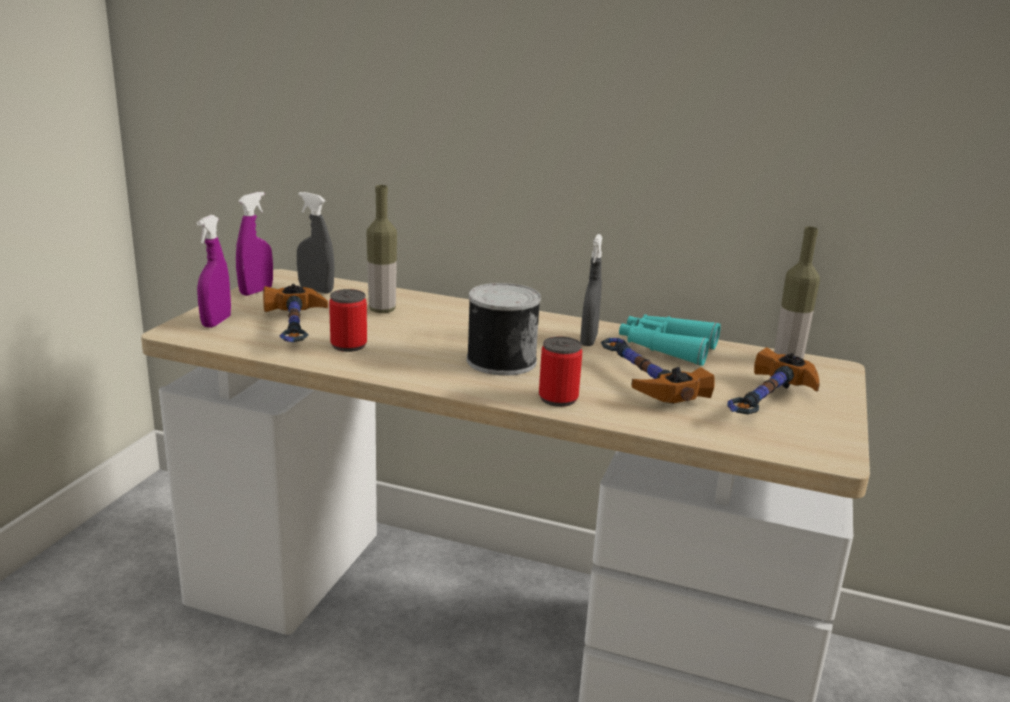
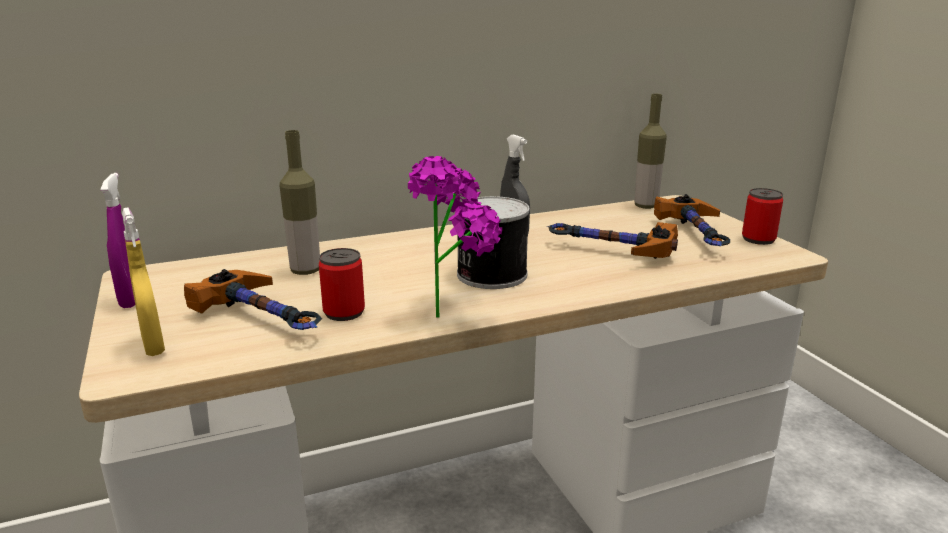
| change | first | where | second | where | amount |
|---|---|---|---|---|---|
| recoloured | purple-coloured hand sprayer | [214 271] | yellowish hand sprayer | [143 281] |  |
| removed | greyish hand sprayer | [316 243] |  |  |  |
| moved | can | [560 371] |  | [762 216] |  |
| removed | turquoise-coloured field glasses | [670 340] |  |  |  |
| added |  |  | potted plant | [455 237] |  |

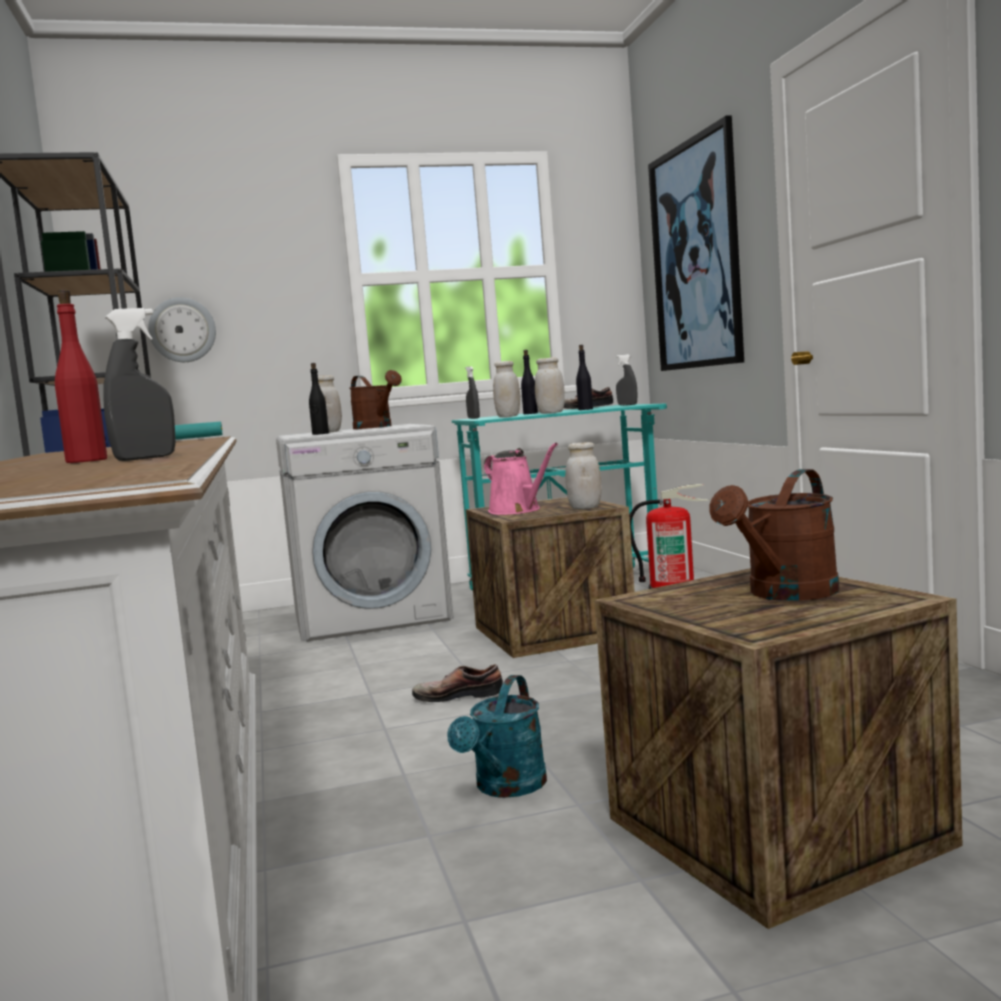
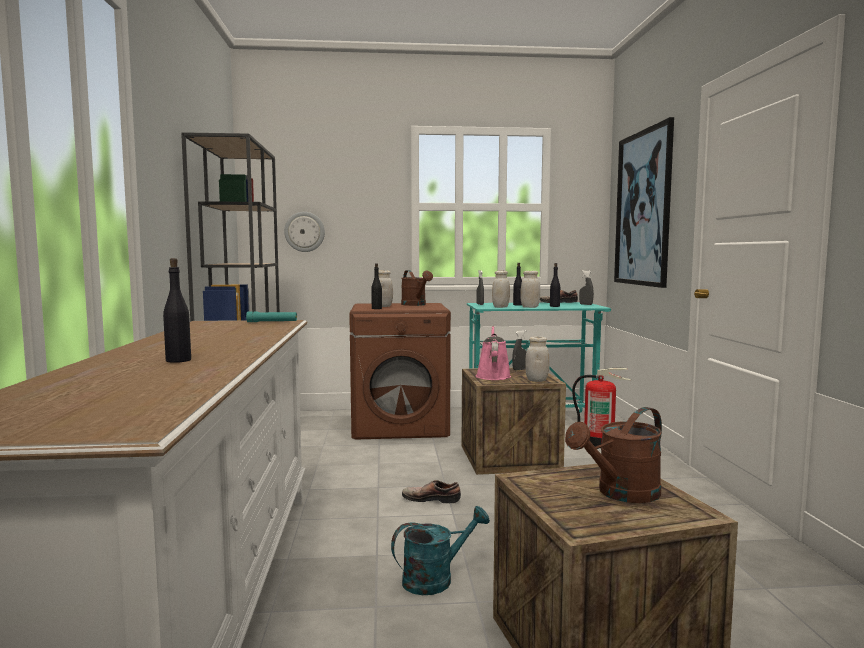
| change | first | where | second | where | amount |
|---|---|---|---|---|---|
| recoloured | reddish bottle | [81 376] | black-coloured bottle | [177 310] |  |
| moved | greyish hand sprayer | [139 384] |  | [519 350] |  |
| recoloured | white-coloured washing machine | [365 532] | brown washing machine | [400 371] |  |
| turned | turquoise-coloured sprinkling can | [497 736] |  | [440 550] | 150 degrees counterclockwise |
| turned | pinkish sprinkling can | [521 479] |  | [493 353] | 150 degrees counterclockwise |

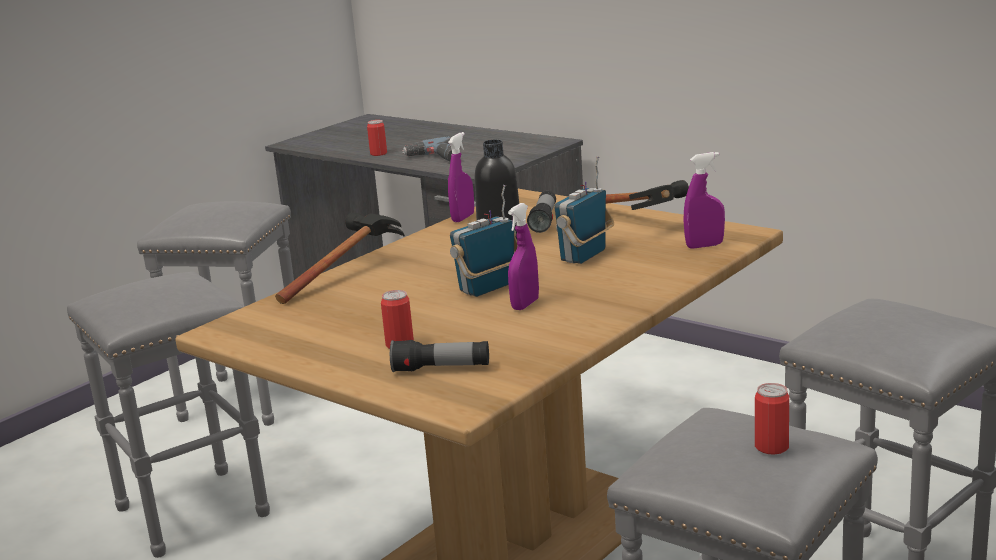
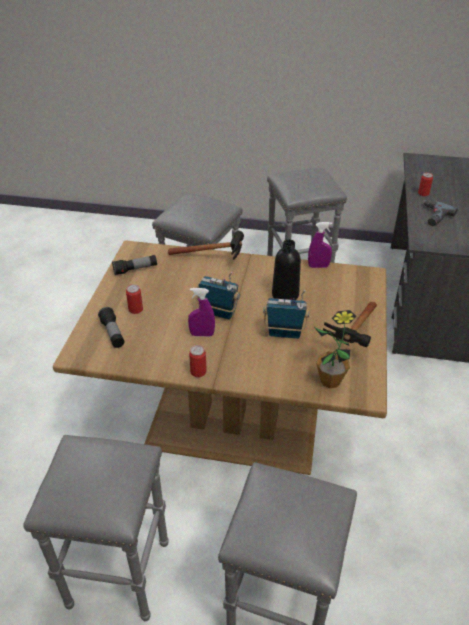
| change | first | where | second | where | amount |
|---|---|---|---|---|---|
| moved | flashlight | [541 212] |  | [134 265] |  |
| replaced | purple-coloured hand sprayer | [704 200] | potted plant | [334 349] |  |
| moved | can | [772 418] |  | [198 361] |  |

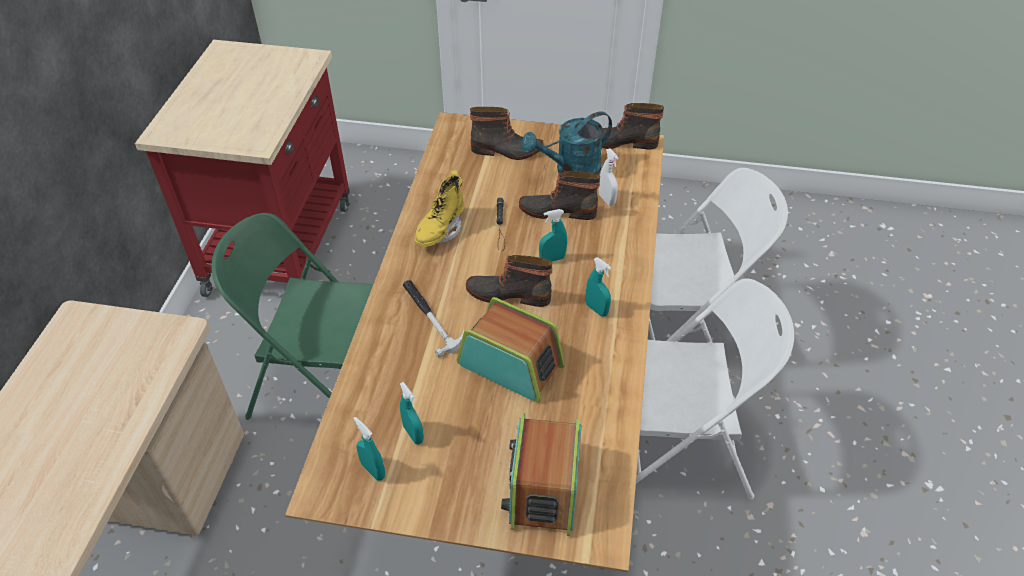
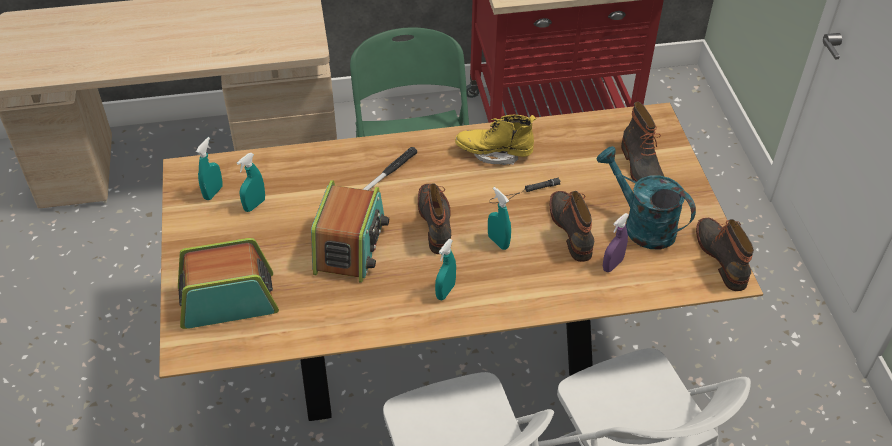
| change | first | where | second | where | amount |
|---|---|---|---|---|---|
| recoloured | white-coloured hand sprayer | [609 177] | purple-coloured hand sprayer | [616 242] |  |

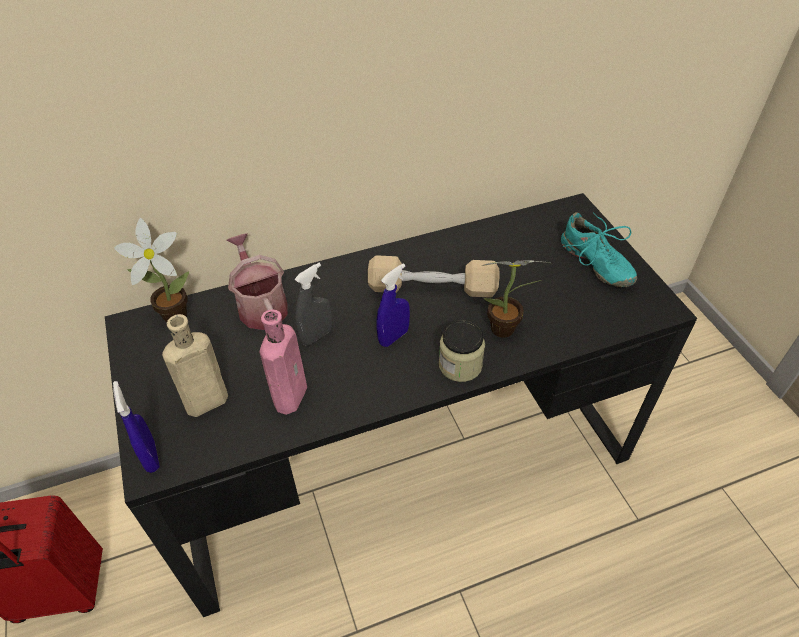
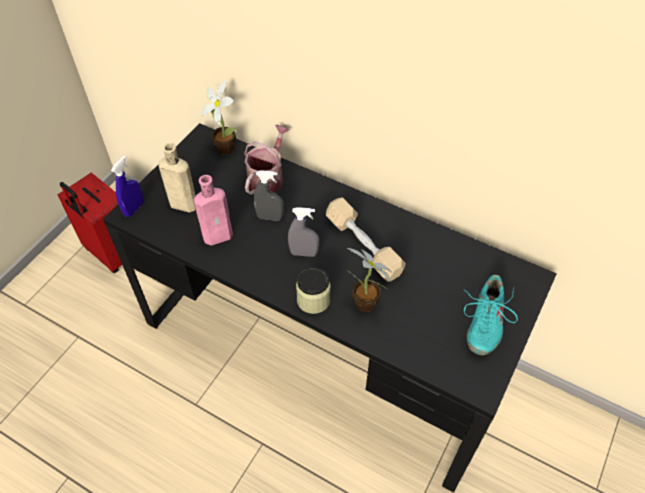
| change | first | where | second | where | amount |
|---|---|---|---|---|---|
| recoloured | blue-coloured hand sprayer | [393 305] | greyish hand sprayer | [303 232] |  |

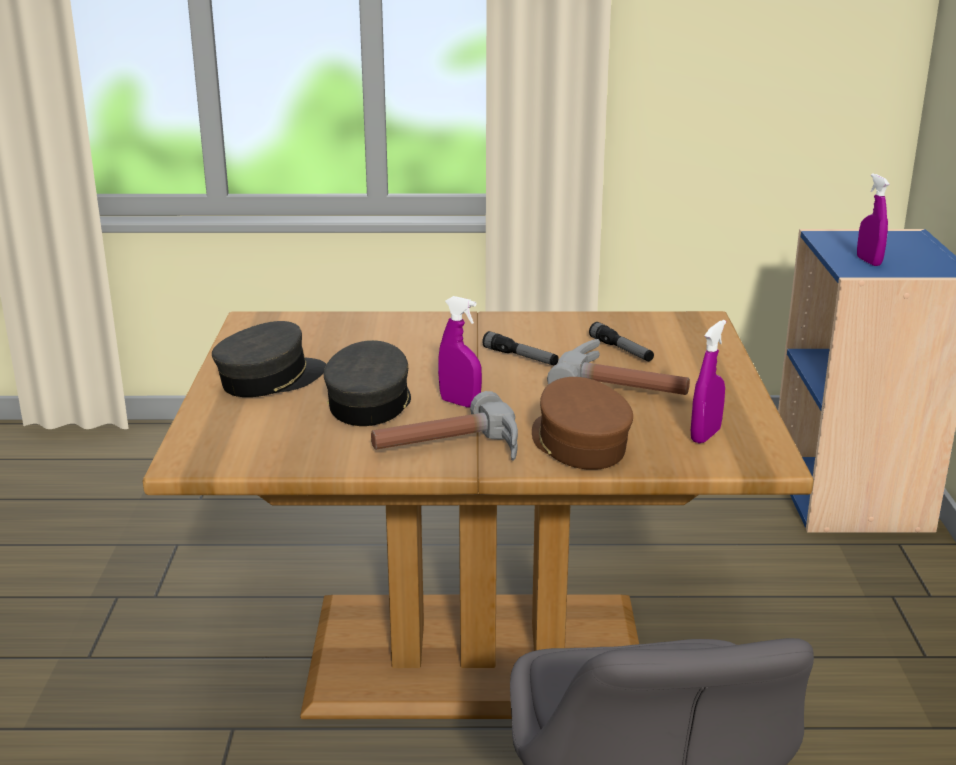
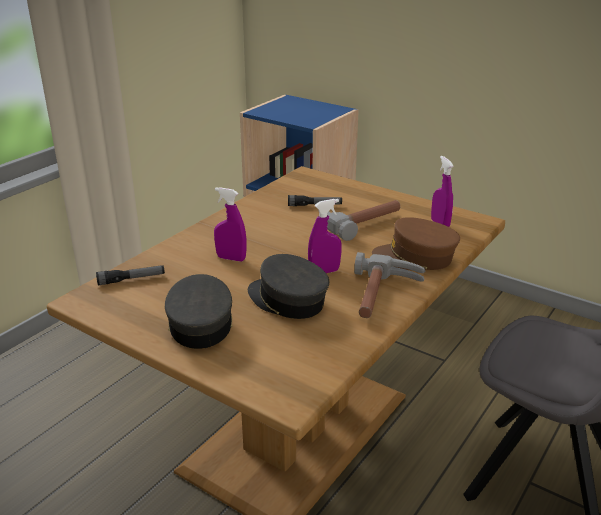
| change | first | where | second | where | amount |
|---|---|---|---|---|---|
| moved | flashlight | [520 348] |  | [130 275] |  |
| moved | purple-coloured hand sprayer | [873 220] |  | [230 224] |  |

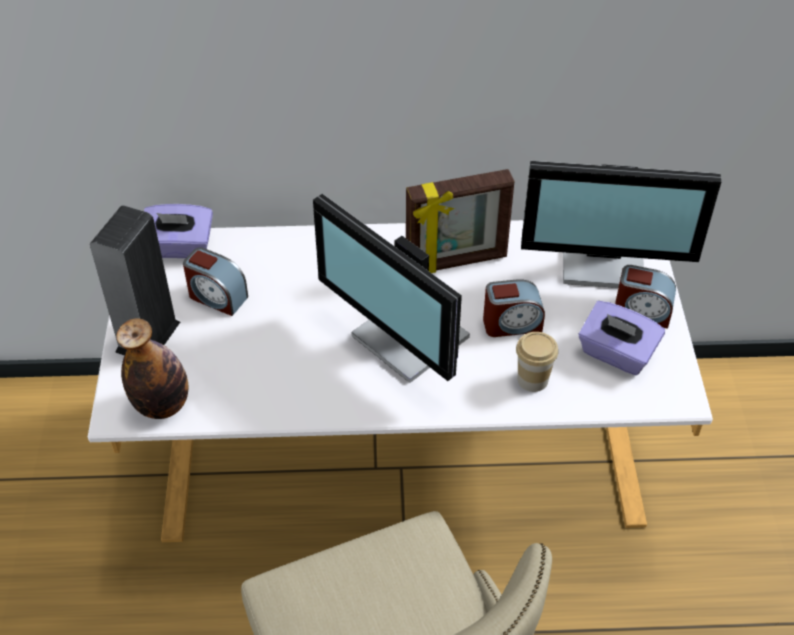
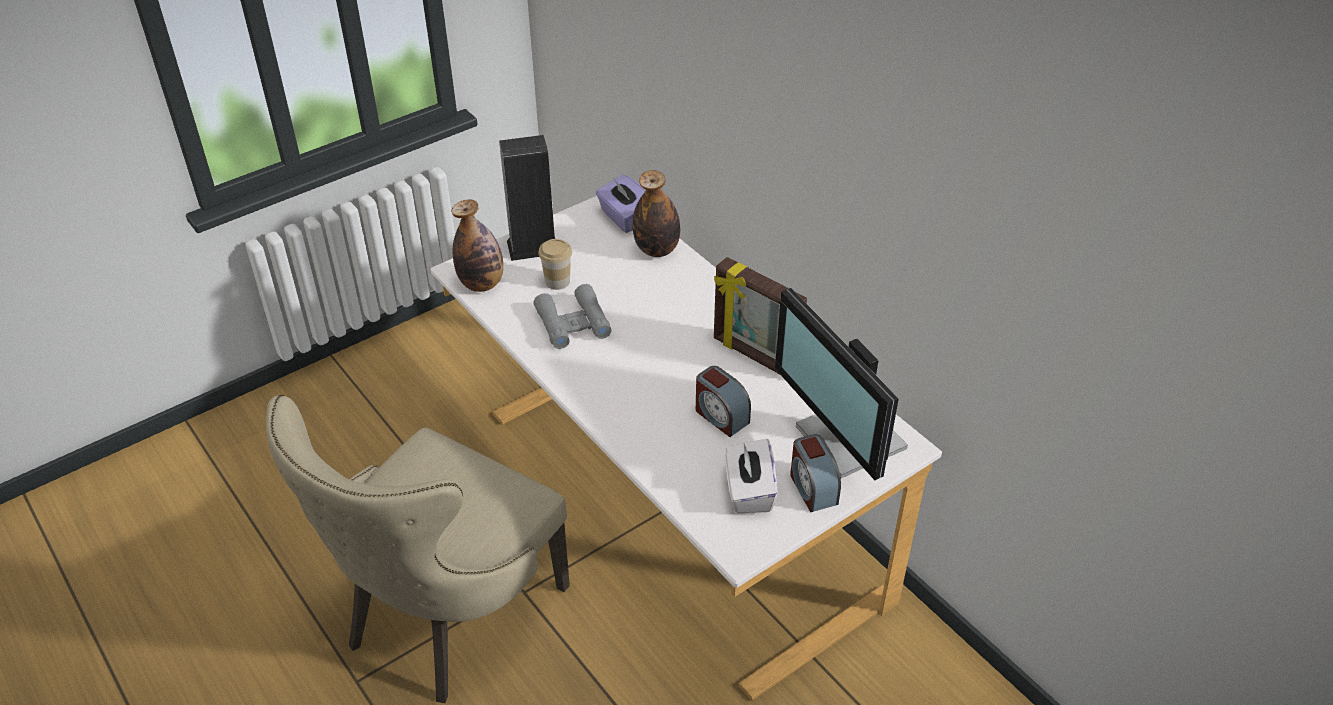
| change | first | where | second | where | amount |
|---|---|---|---|---|---|
| removed | alarm clock | [215 281] |  |  |  |
| removed | monitor | [391 288] |  |  |  |
| moved | cup | [537 362] |  | [555 264] |  |
| recoloured | purple-coloured tissue holder | [621 338] | white-coloured tissue holder | [751 476] |  |
| added |  |  | greyish field glasses | [572 316] |  |
| added |  |  | bottle | [656 213] |  |

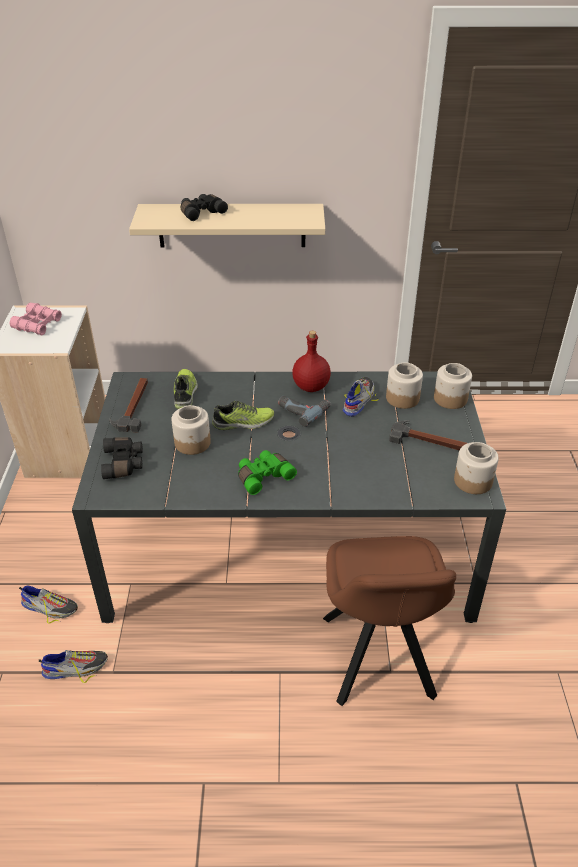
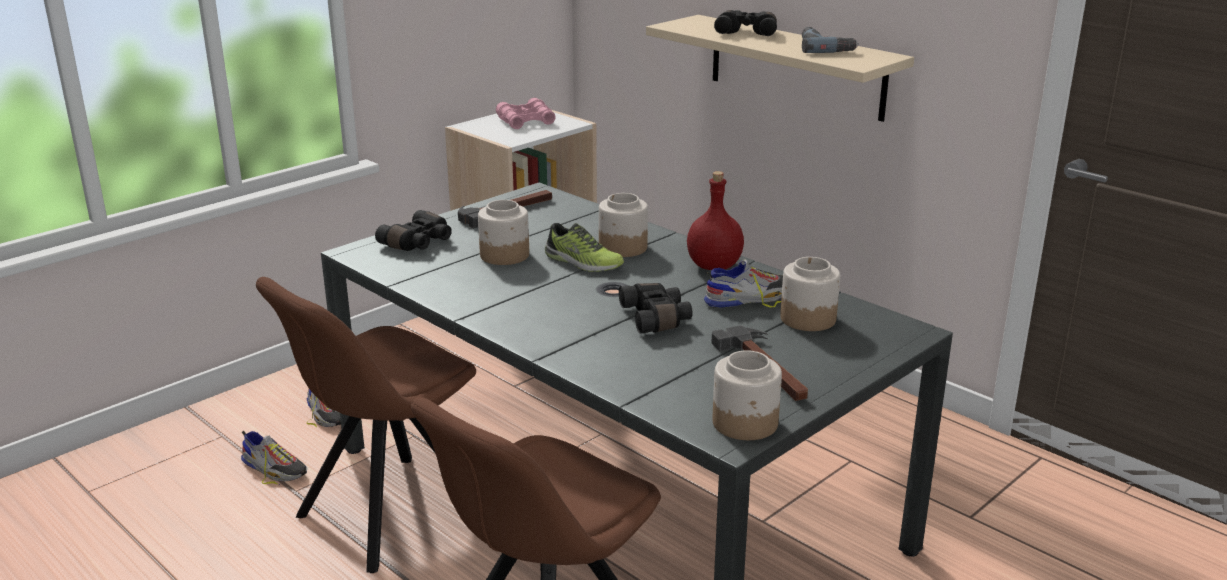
| change | first | where | second | where | amount |
|---|---|---|---|---|---|
| removed | item of footwear | [186 389] |  |  |  |
| removed | greenish field glasses | [267 472] |  |  |  |
| moved | electric drill | [304 411] |  | [830 40] |  |
| moved | preserve jar | [453 386] |  | [623 225] |  |
| added |  |  | brown plain chair | [366 425] |  |
| added |  |  | black-coloured field glasses | [656 308] |  |

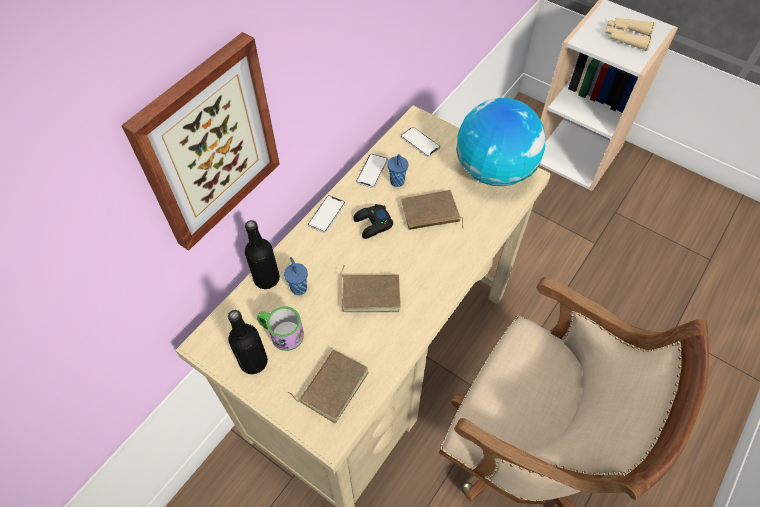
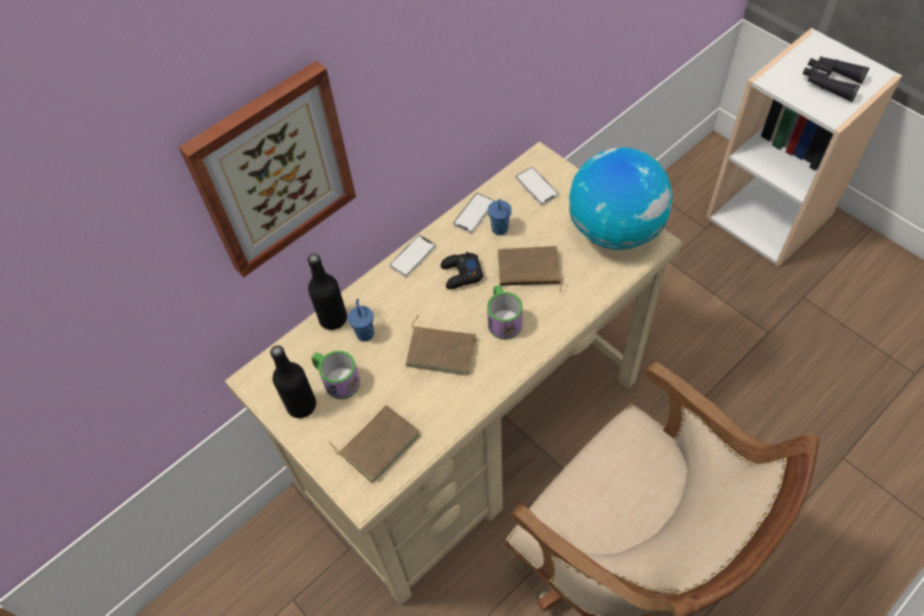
| change | first | where | second | where | amount |
|---|---|---|---|---|---|
| recoloured | beige field glasses | [630 34] | black-coloured field glasses | [835 79] |  |
| added |  |  | coffee mug | [505 312] |  |

